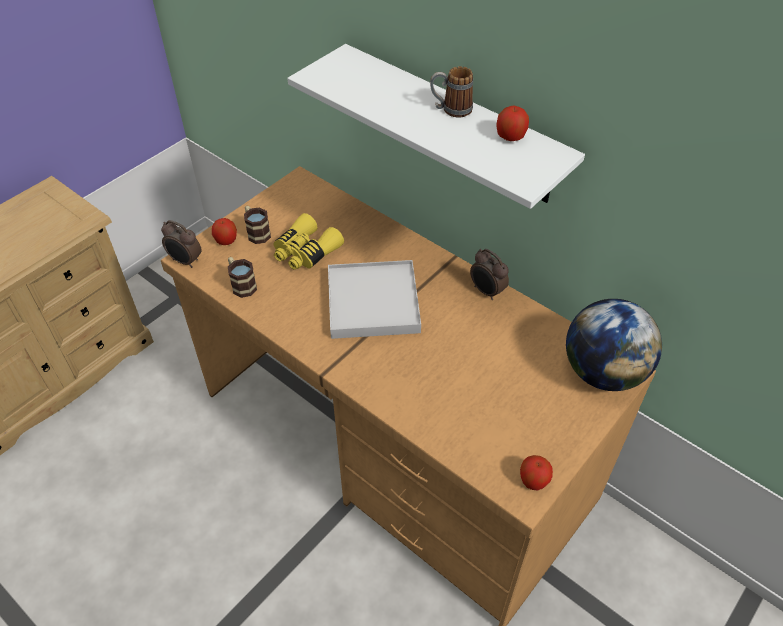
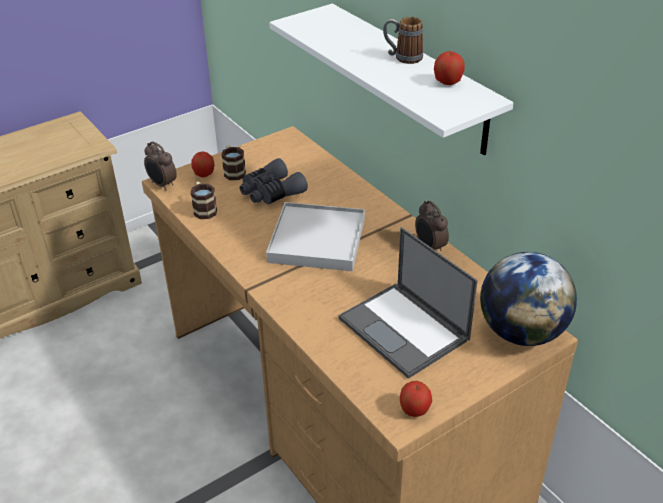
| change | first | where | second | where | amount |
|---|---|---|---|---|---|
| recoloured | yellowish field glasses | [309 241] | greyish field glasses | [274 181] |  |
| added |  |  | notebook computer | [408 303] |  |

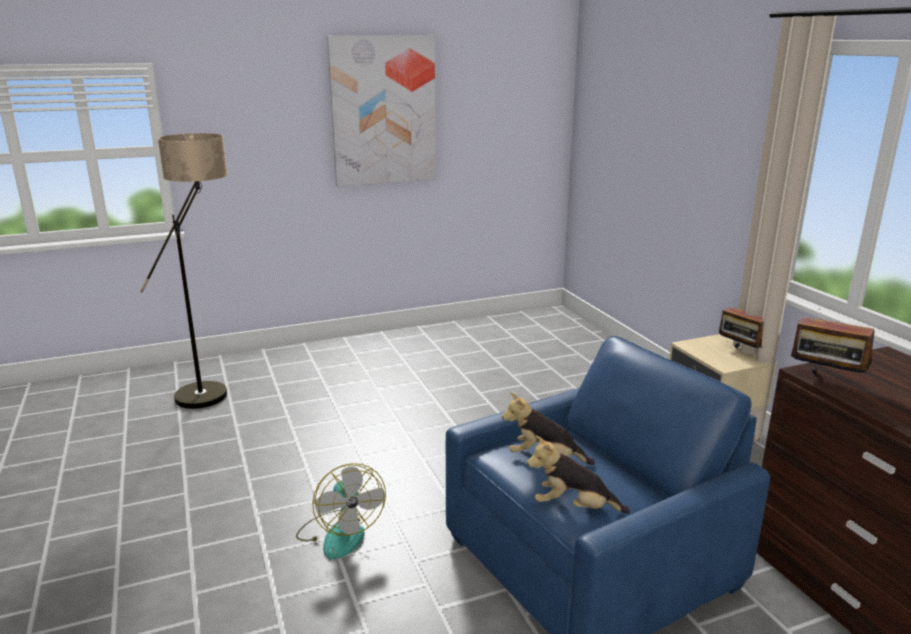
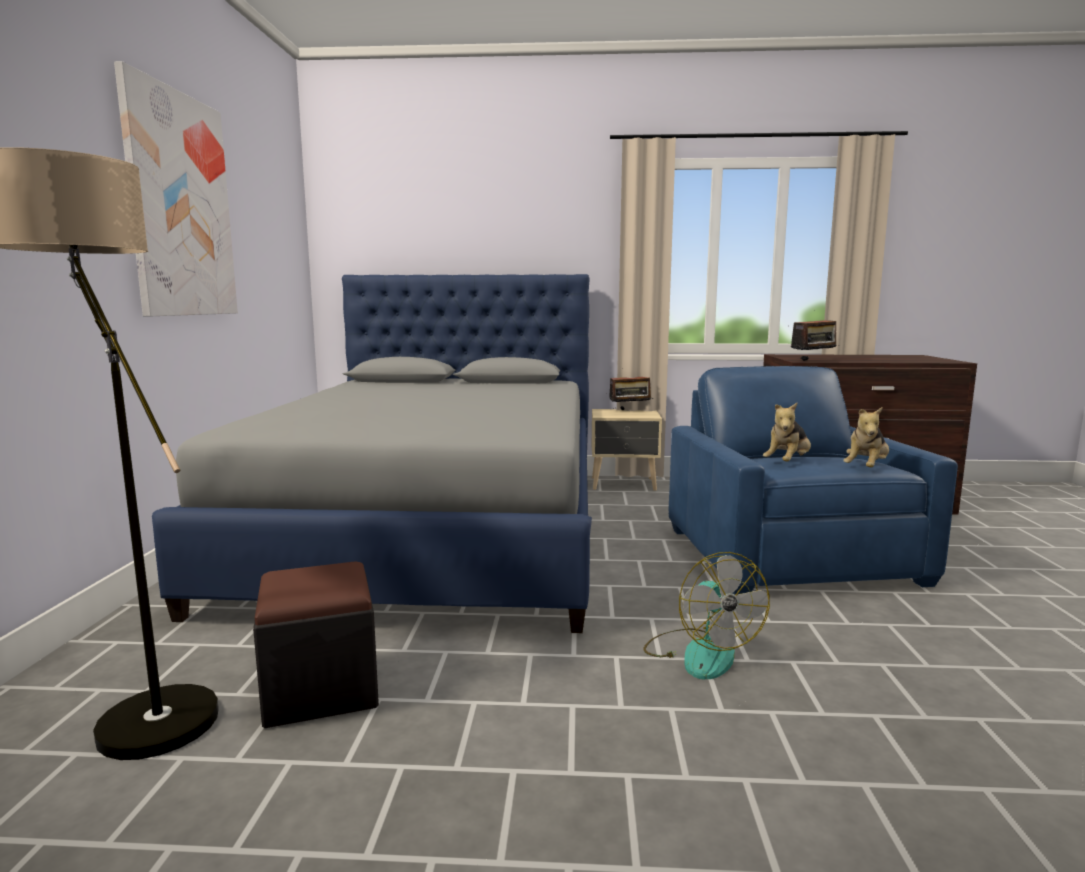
| change | first | where | second | where | amount |
|---|---|---|---|---|---|
| turned | electric fan | [341 511] |  | [706 616] | 75 degrees clockwise |
| added |  |  | greyish sleeping bed | [372 453] |  |
| added |  |  | black-coloured ottoman | [316 644] |  |

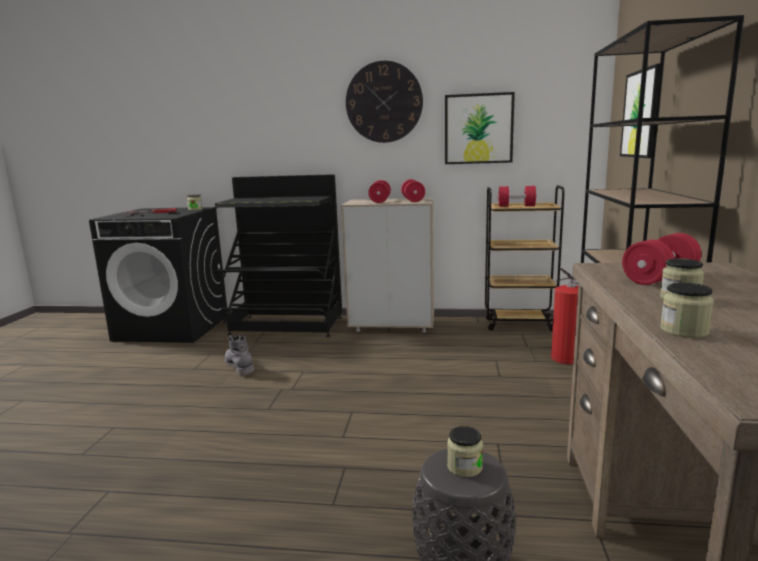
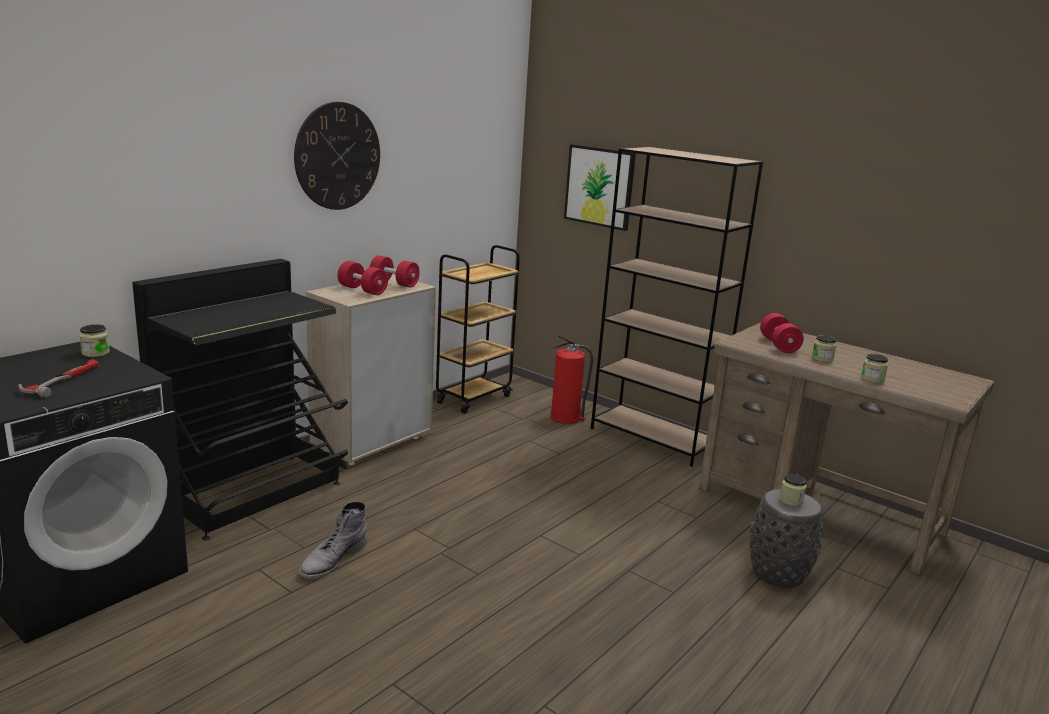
| change | first | where | second | where | amount |
|---|---|---|---|---|---|
| turned | greyish high-top boot | [239 355] |  | [332 540] | 60 degrees counterclockwise |
| removed | picture | [480 128] |  |  |  |
| removed | reddish free weight | [517 196] |  |  |  |

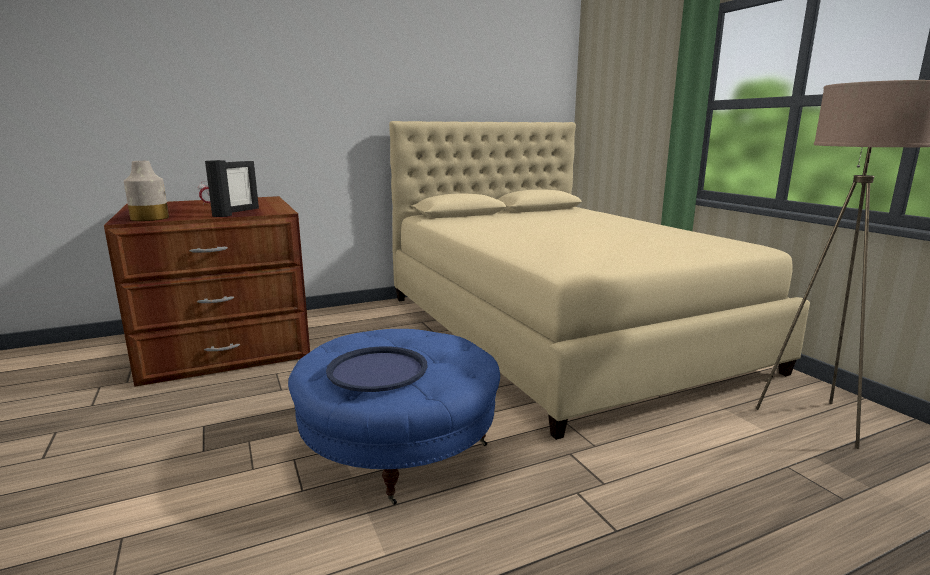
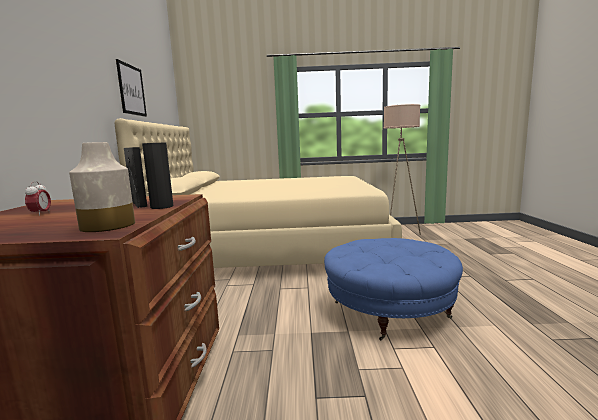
| change | first | where | second | where | amount |
|---|---|---|---|---|---|
| removed | blue-coloured carrying tray | [377 369] |  |  |  |
| added |  |  | picture | [131 88] |  |

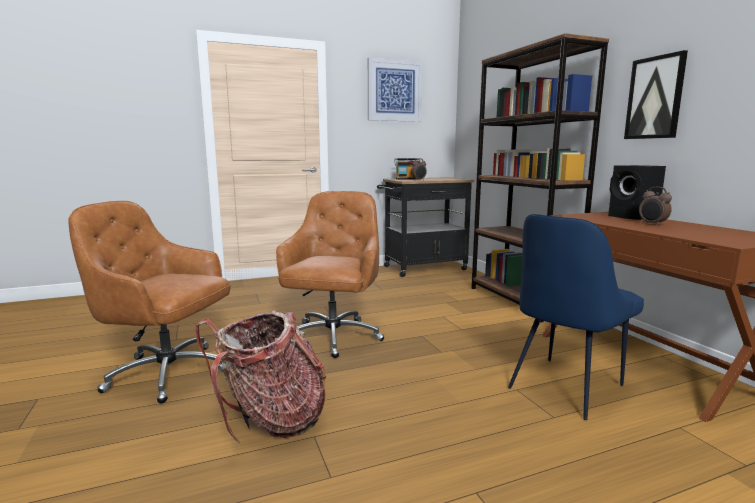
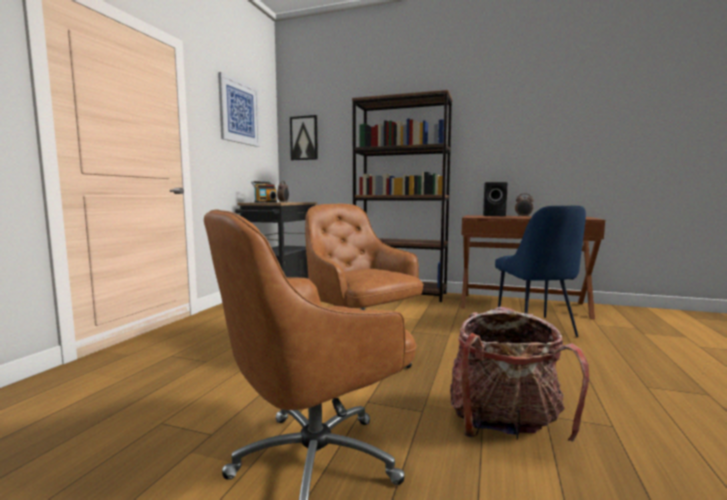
| change | first | where | second | where | amount |
|---|---|---|---|---|---|
| moved | picture | [656 94] |  | [304 137] |  |

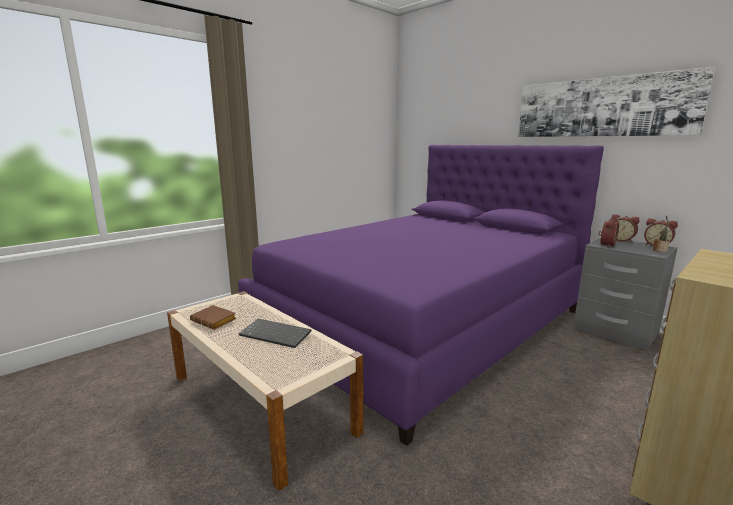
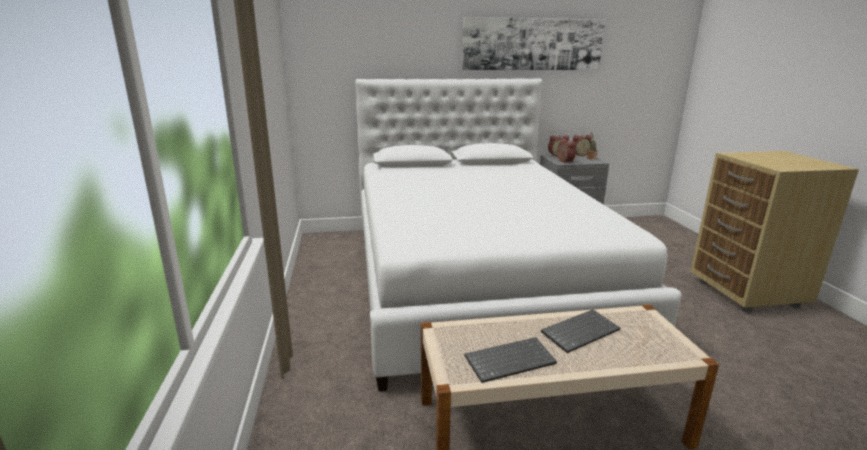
| change | first | where | second | where | amount |
|---|---|---|---|---|---|
| replaced | brown book | [213 317] | PC keyboard | [510 360] |  |
| recoloured | purple-coloured sleeping bed | [421 295] | white-coloured sleeping bed | [518 235] |  |

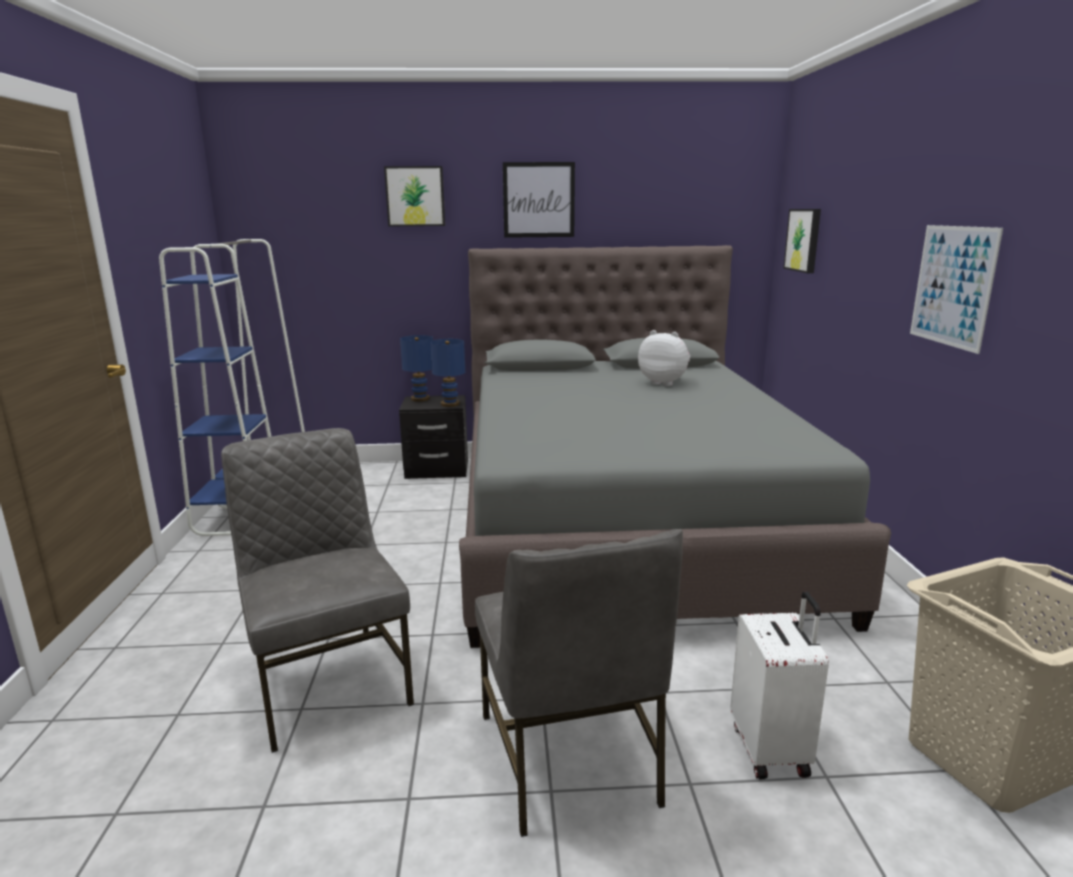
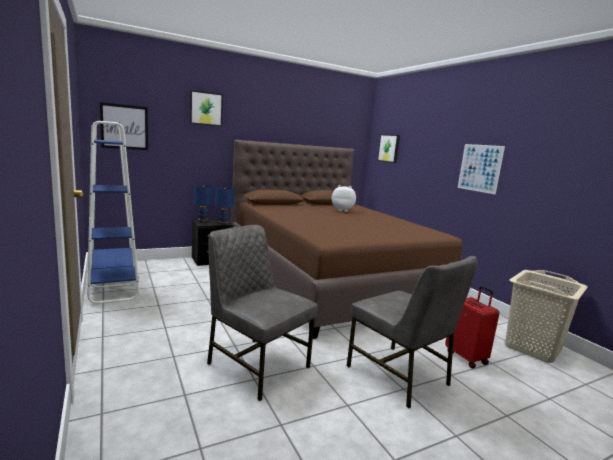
| change | first | where | second | where | amount |
|---|---|---|---|---|---|
| recoloured | greyish sleeping bed | [675 446] | brown sleeping bed | [347 239] |  |
| moved | picture | [539 200] |  | [124 126] |  |
| recoloured | white-coloured piece of luggage | [779 685] | reddish piece of luggage | [472 327] |  |

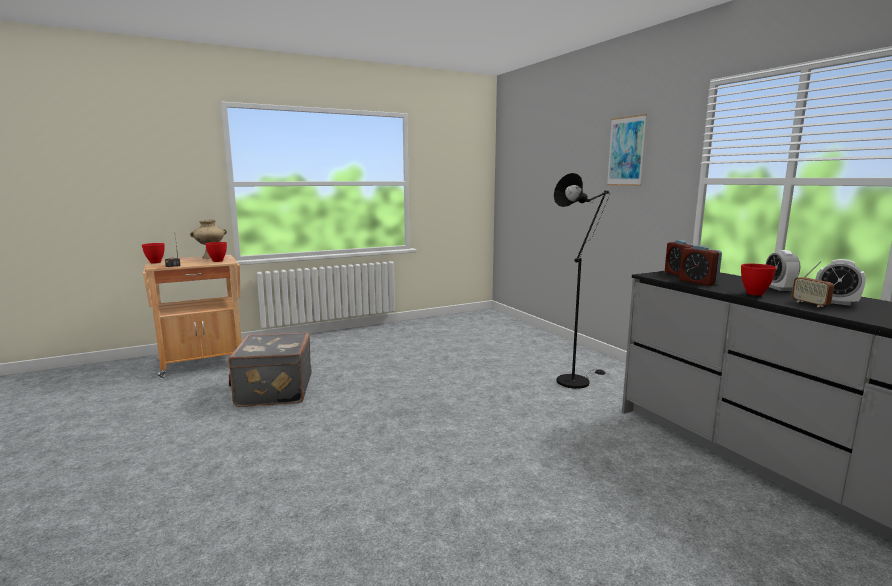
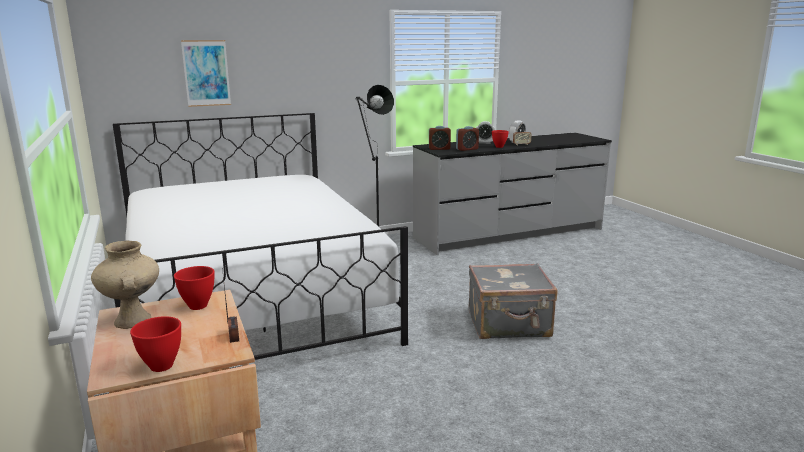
| change | first | where | second | where | amount |
|---|---|---|---|---|---|
| moved | greyish piece of luggage | [270 369] |  | [513 301] |  |
| moved | picture | [627 150] |  | [206 73] |  |
| added |  |  | white-coloured sleeping bed | [260 236] |  |

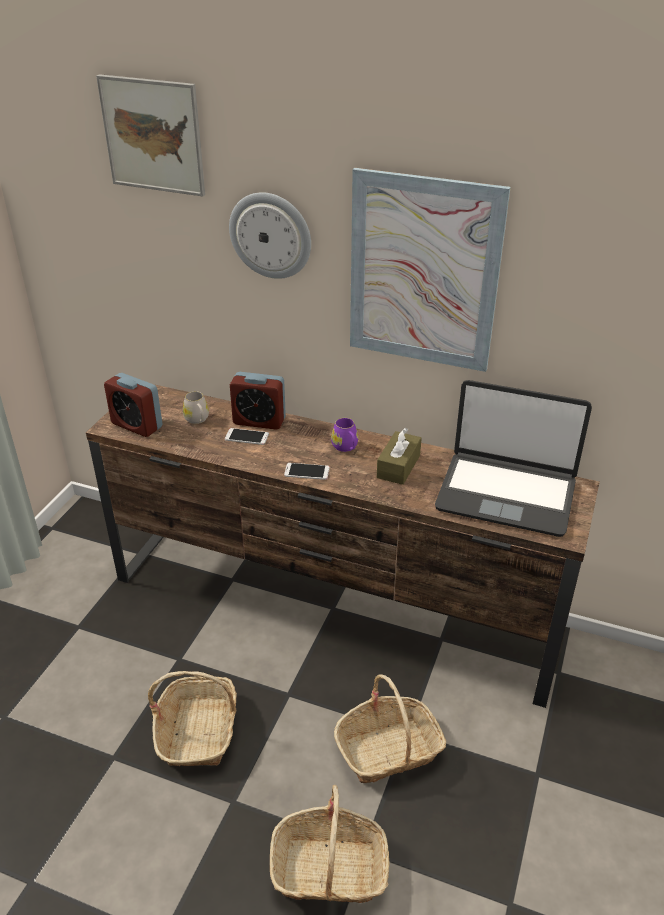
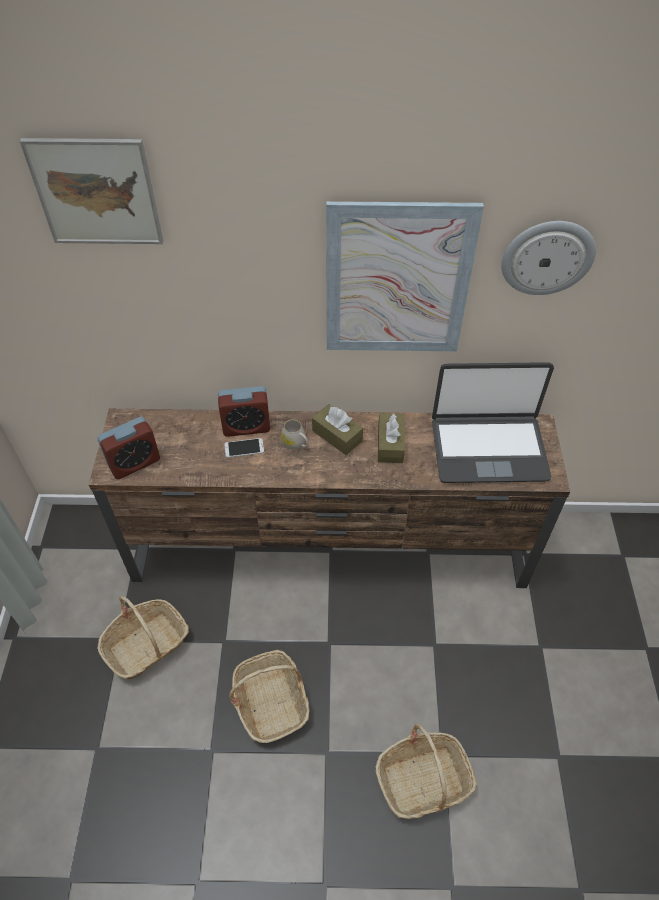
| change | first | where | second | where | amount |
|---|---|---|---|---|---|
| turned | alarm clock | [133 405] |  | [128 448] | 45 degrees counterclockwise |
| moved | white-coloured coffee mug | [196 407] |  | [294 435] |  |
| moved | hanging clock | [270 235] |  | [548 258] |  |
| removed | telephone | [307 471] |  |  |  |
| replaced | purple-coloured coffee mug | [344 435] | brown tissue holder | [337 429] |  |
| moved | household basket | [390 728] |  | [143 637] |  |

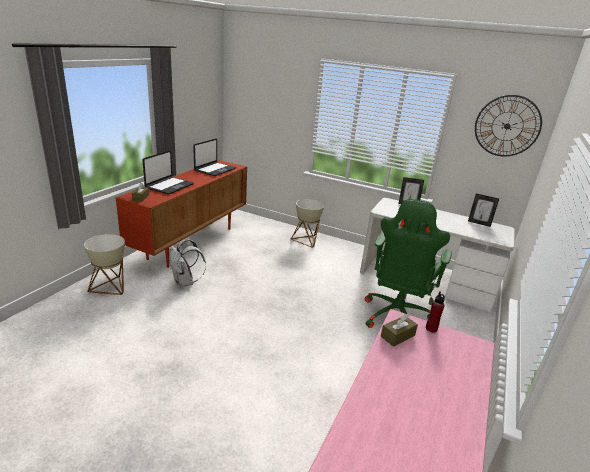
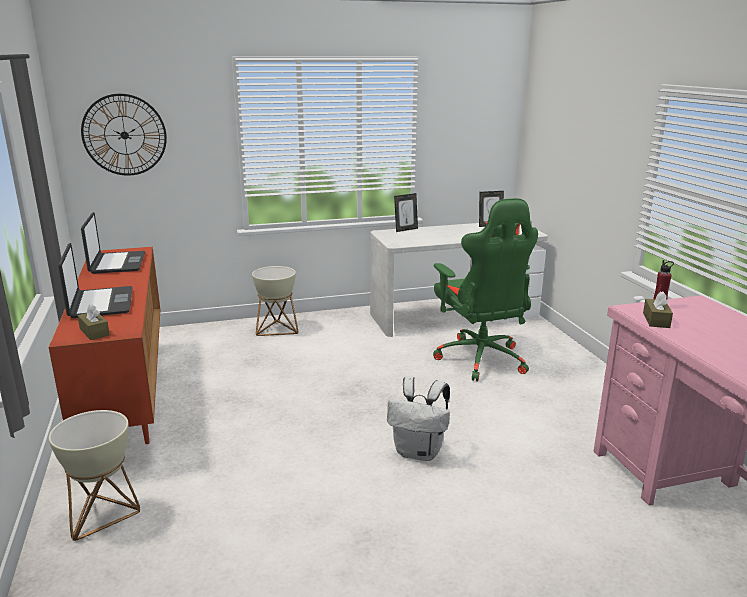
| change | first | where | second | where | amount |
|---|---|---|---|---|---|
| moved | white-coloured backpack | [187 263] |  | [418 419] |  |
| moved | hanging clock | [508 126] |  | [124 135] |  |

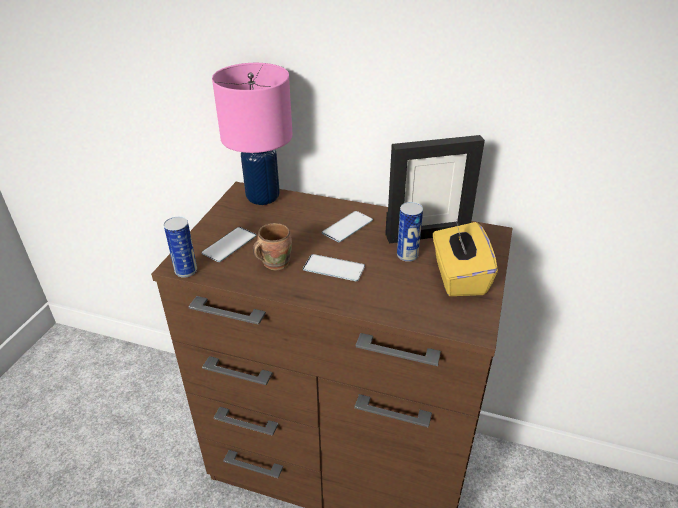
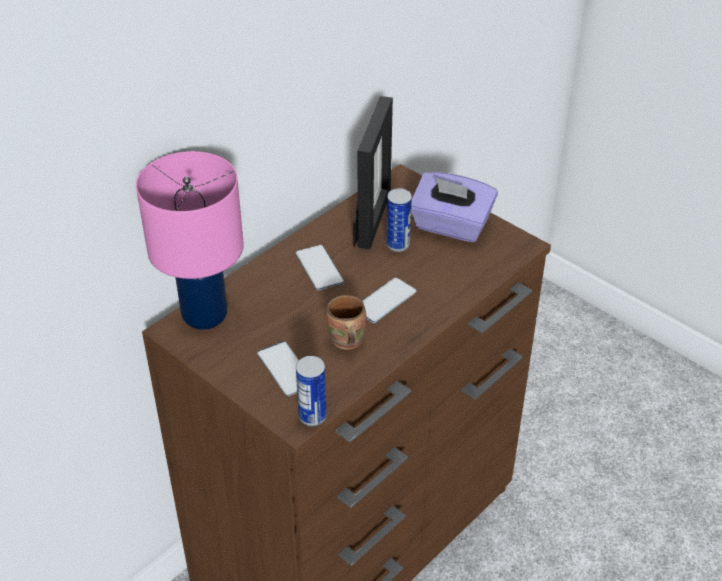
| change | first | where | second | where | amount |
|---|---|---|---|---|---|
| recoloured | yellowish tissue holder | [465 258] | purple-coloured tissue holder | [454 207] |  |

